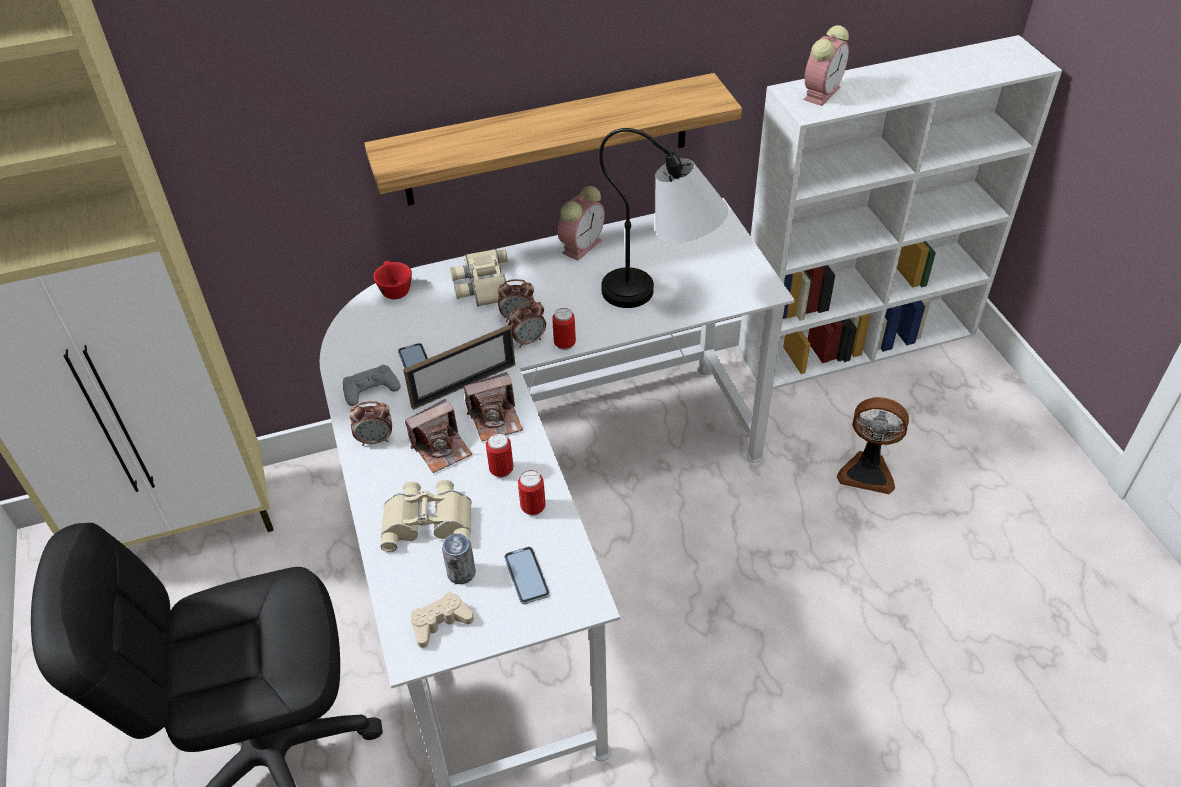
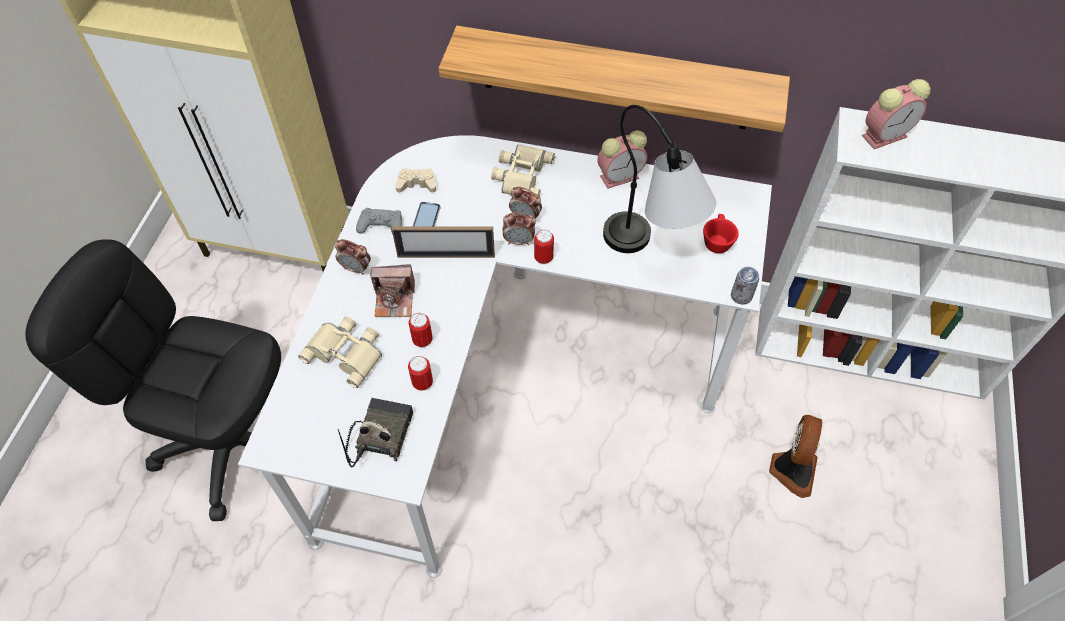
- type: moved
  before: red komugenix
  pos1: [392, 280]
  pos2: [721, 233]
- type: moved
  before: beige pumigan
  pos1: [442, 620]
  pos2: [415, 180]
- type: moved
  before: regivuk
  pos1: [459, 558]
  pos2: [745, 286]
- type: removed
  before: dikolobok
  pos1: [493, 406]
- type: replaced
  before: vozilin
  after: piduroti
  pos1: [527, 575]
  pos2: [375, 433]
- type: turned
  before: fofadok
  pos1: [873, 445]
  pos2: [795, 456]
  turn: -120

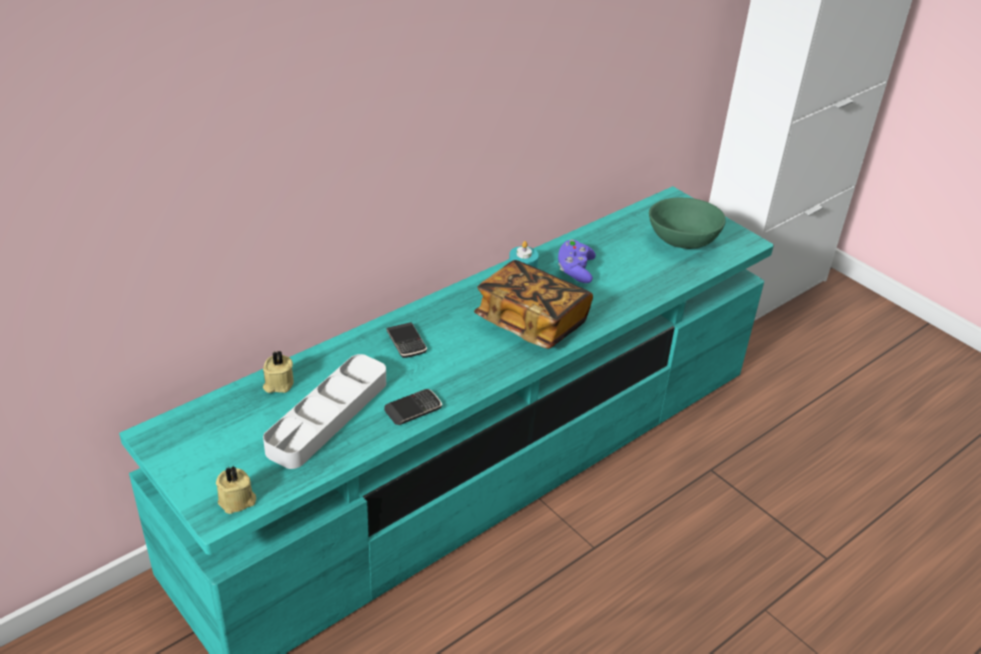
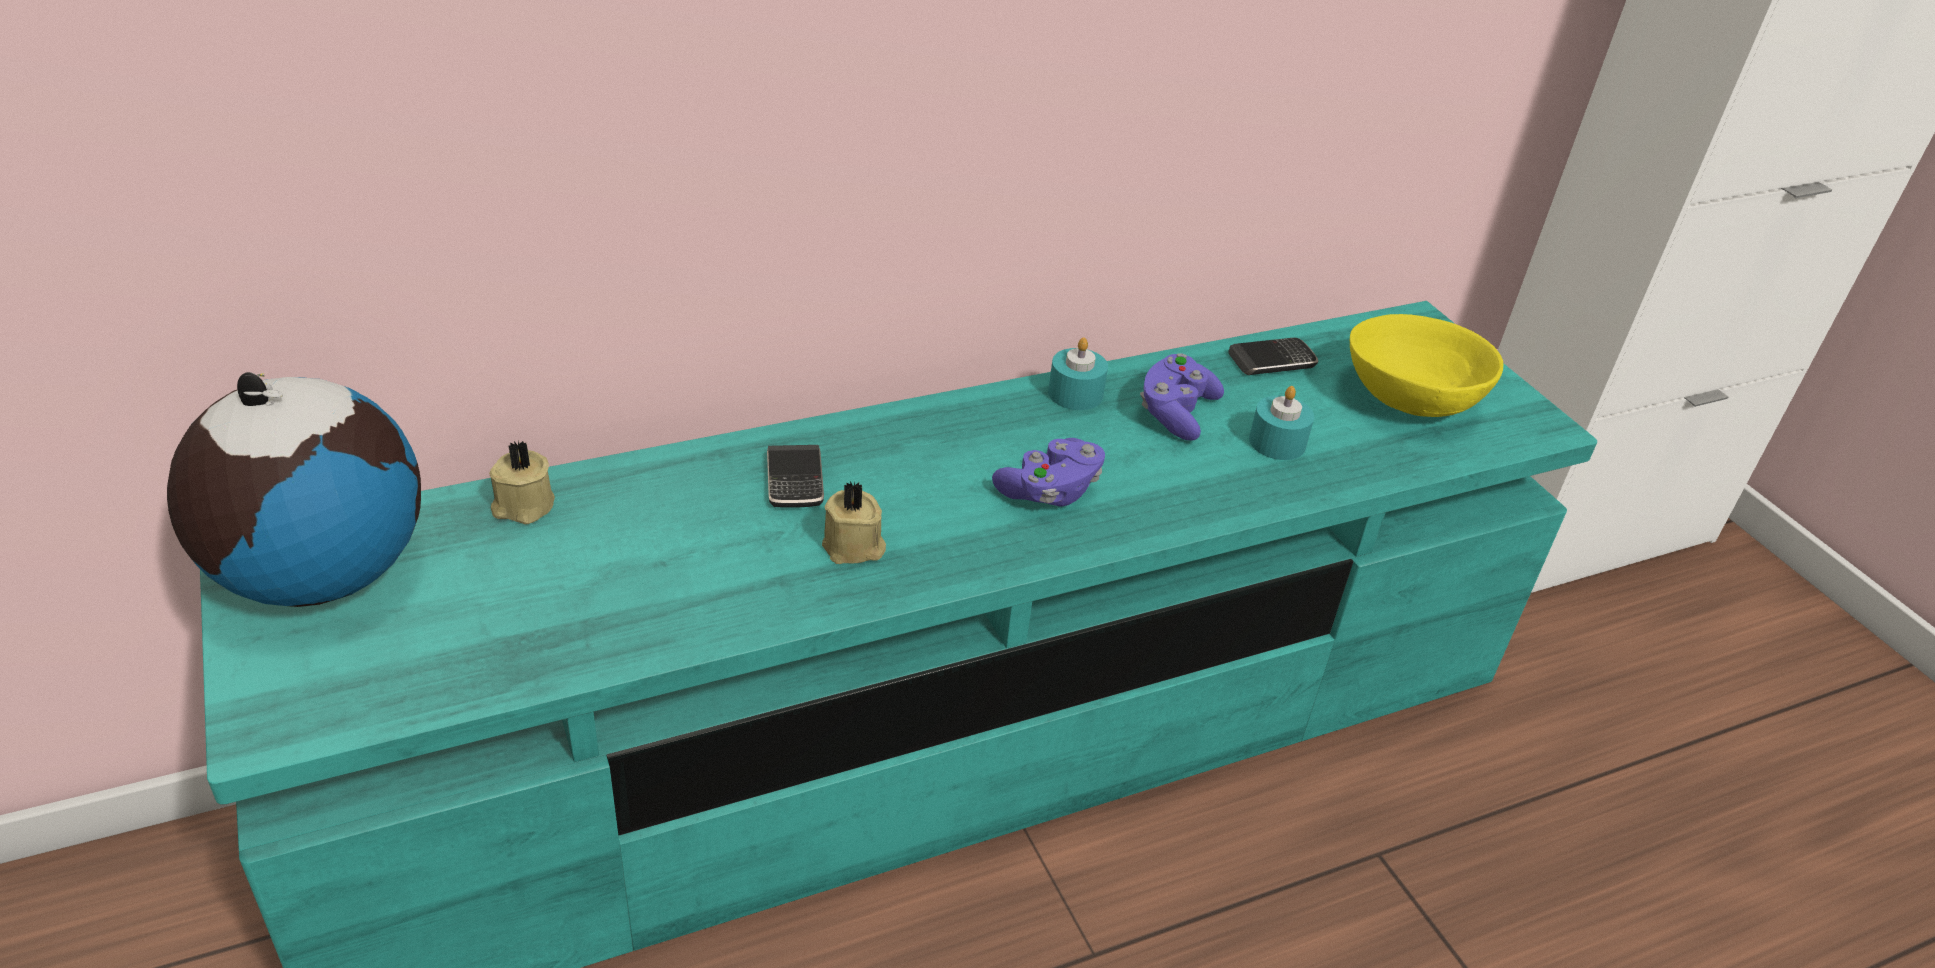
- type: moved
  before: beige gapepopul
  pos1: [236, 490]
  pos2: [854, 522]
- type: removed
  before: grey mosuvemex
  pos1: [324, 411]
- type: moved
  before: vozilin
  pos1: [413, 407]
  pos2: [1273, 356]
- type: replaced
  before: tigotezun
  after: purple pumigan
  pos1: [533, 304]
  pos2: [1048, 472]
- type: recoloured
  before: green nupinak
  after: yellow nupinak
  pos1: [687, 223]
  pos2: [1426, 365]
- type: added
  after: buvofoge
  pos2: [294, 489]
- type: added
  after: turquoise gapepopul
  pos2: [1281, 423]

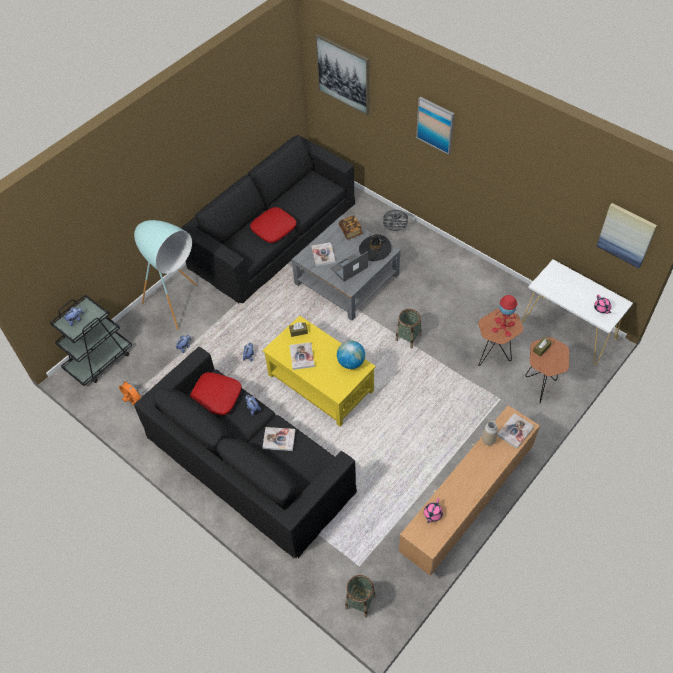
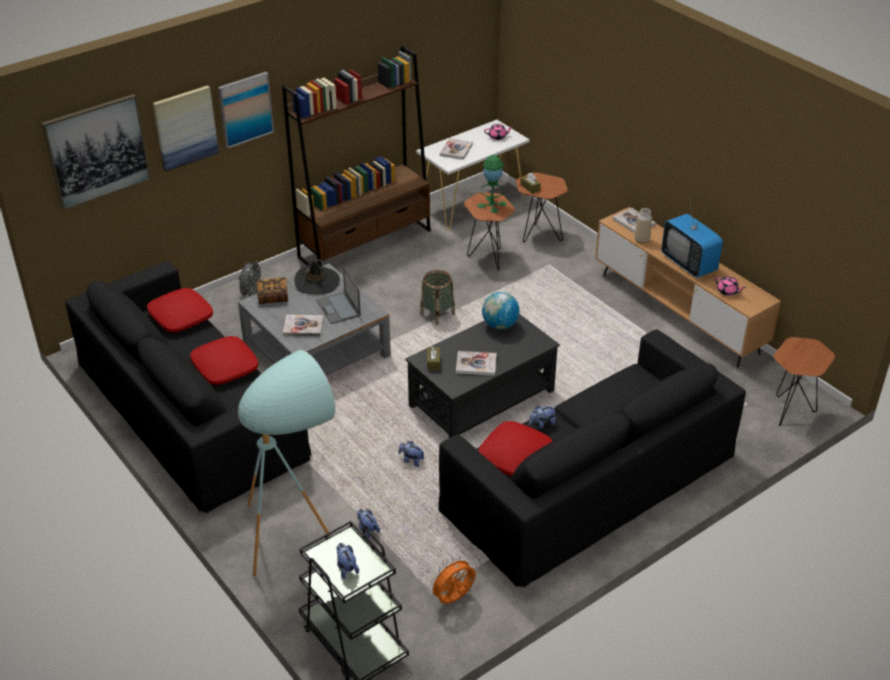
- type: moved
  before: tigotezun
  pos1: [279, 439]
  pos2: [456, 149]
- type: recoloured
  before: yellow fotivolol
  after: black fotivolol
  pos1: [319, 371]
  pos2: [482, 376]
- type: replaced
  before: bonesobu
  after: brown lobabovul
  pos1: [360, 596]
  pos2: [804, 381]
- type: recoloured
  before: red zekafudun
  after: green zekafudun
  pos1: [504, 316]
  pos2: [492, 184]
- type: moved
  before: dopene
  pos1: [627, 235]
  pos2: [186, 128]
- type: added
  after: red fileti
  pos2: [180, 310]
- type: added
  after: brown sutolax
  pos2: [356, 156]
- type: added
  after: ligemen
  pos2: [692, 238]

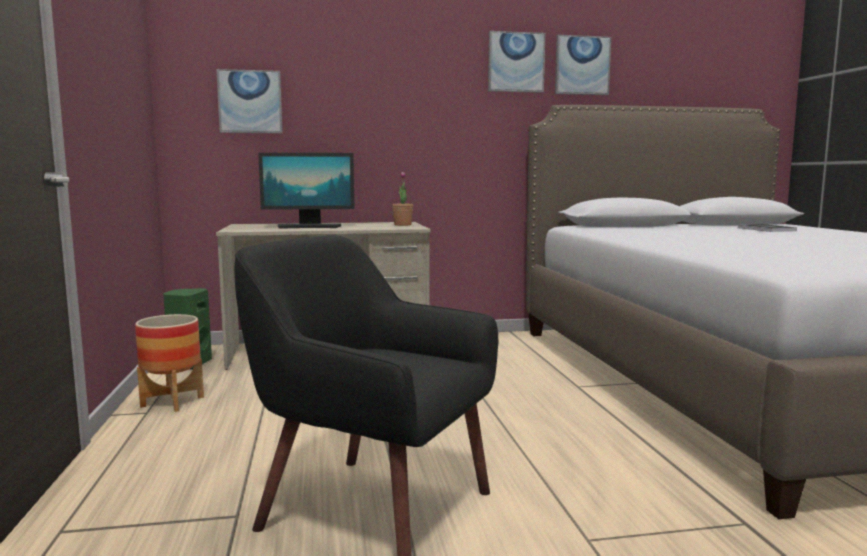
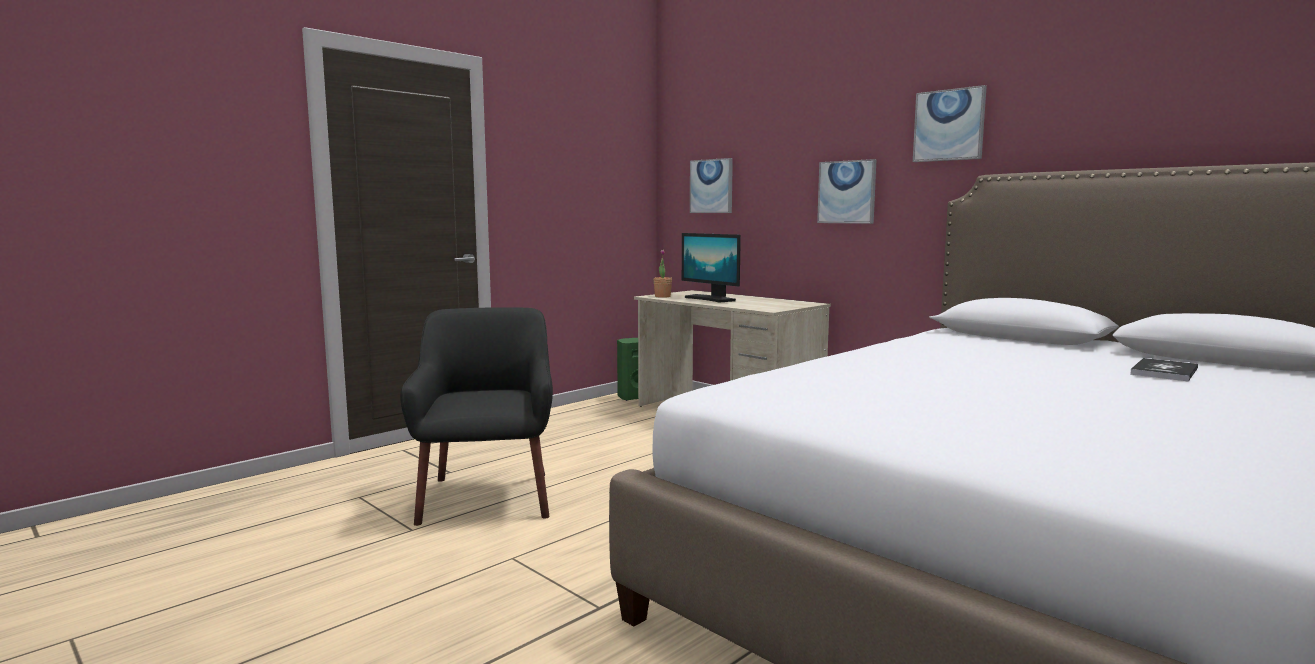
- type: removed
  before: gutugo
  pos1: [169, 363]
- type: moved
  before: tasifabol
  pos1: [402, 199]
  pos2: [662, 273]
- type: moved
  before: dopene
  pos1: [583, 65]
  pos2: [847, 191]

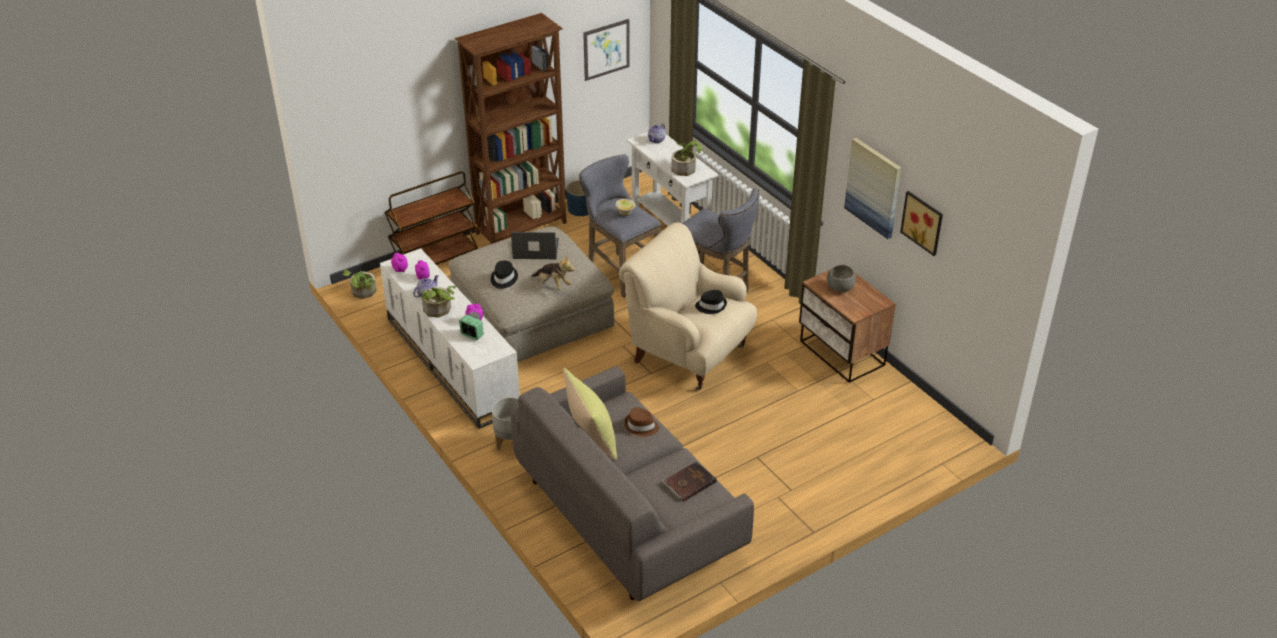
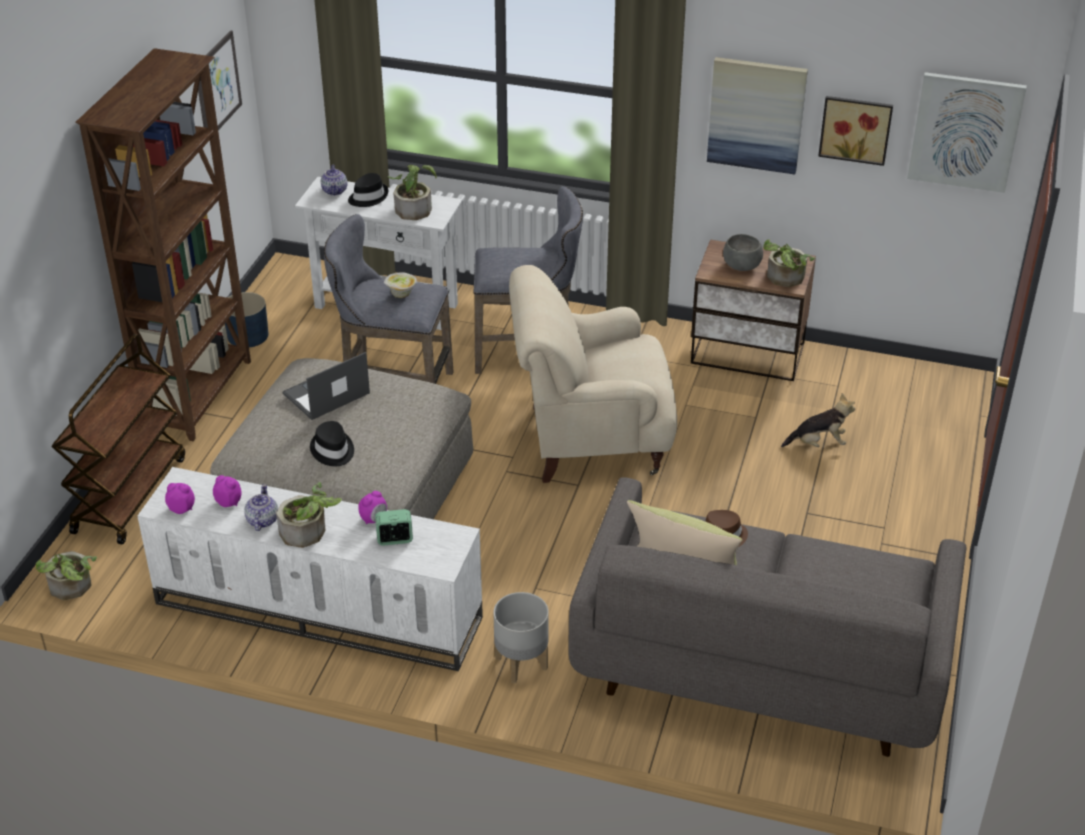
- type: moved
  before: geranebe
  pos1: [553, 272]
  pos2: [818, 420]
- type: removed
  before: brown tigotezun
  pos1: [689, 482]
- type: moved
  before: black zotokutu
  pos1: [711, 302]
  pos2: [368, 190]
- type: added
  after: tasifabol
  pos2: [789, 263]
- type: added
  after: dopene
  pos2: [967, 132]

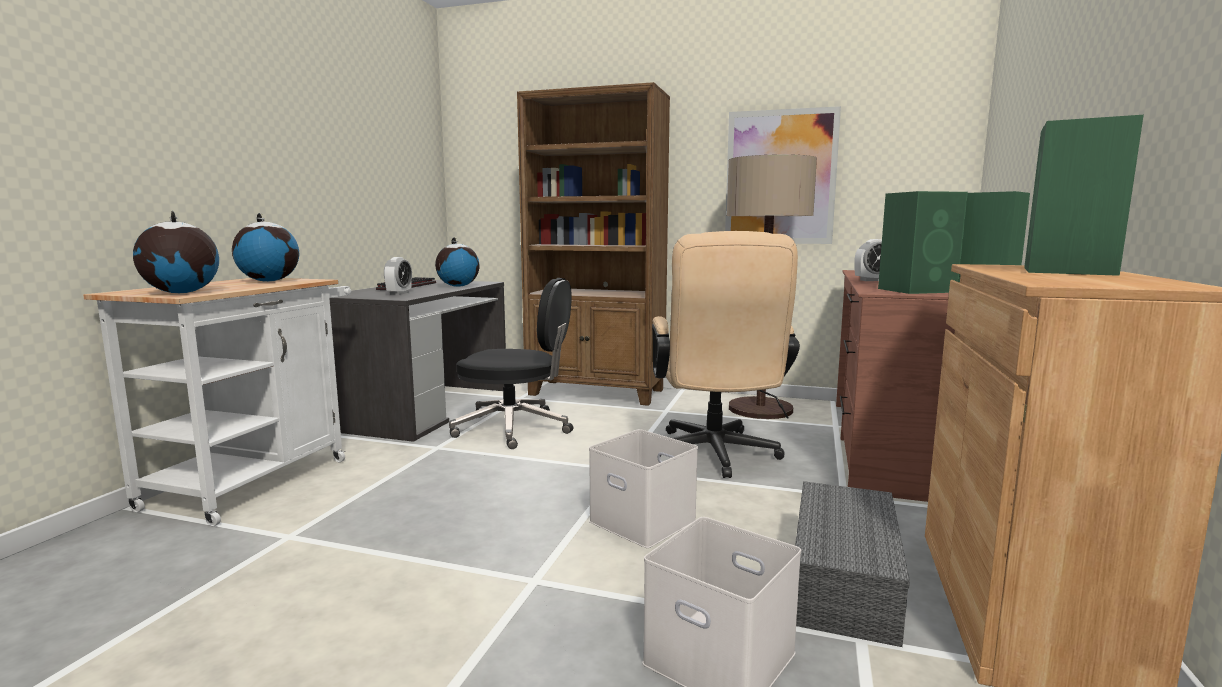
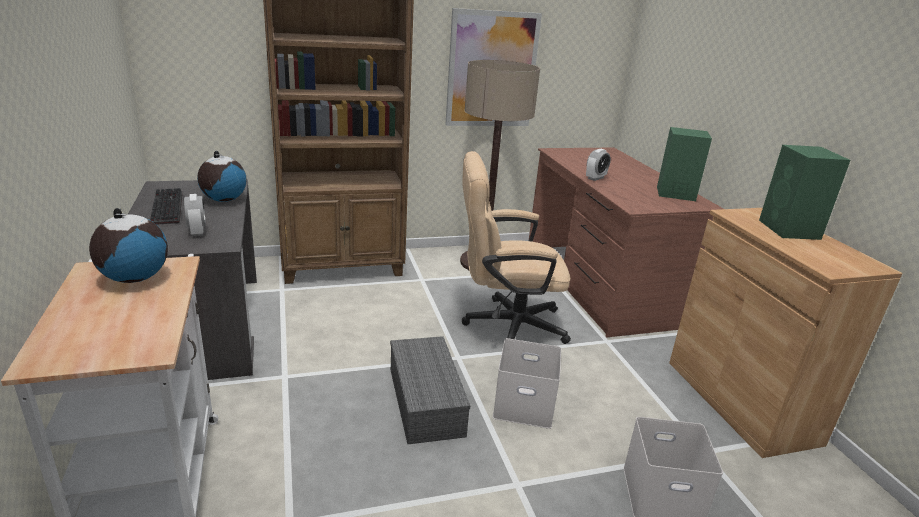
- type: removed
  before: buvofoge
  pos1: [176, 252]
- type: removed
  before: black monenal
  pos1: [511, 363]
- type: turned
  before: beige monenal
  pos1: [726, 354]
  pos2: [516, 247]
  turn: 120
- type: moved
  before: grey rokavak
  pos1: [852, 564]
  pos2: [430, 390]
- type: removed
  before: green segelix
  pos1: [923, 242]

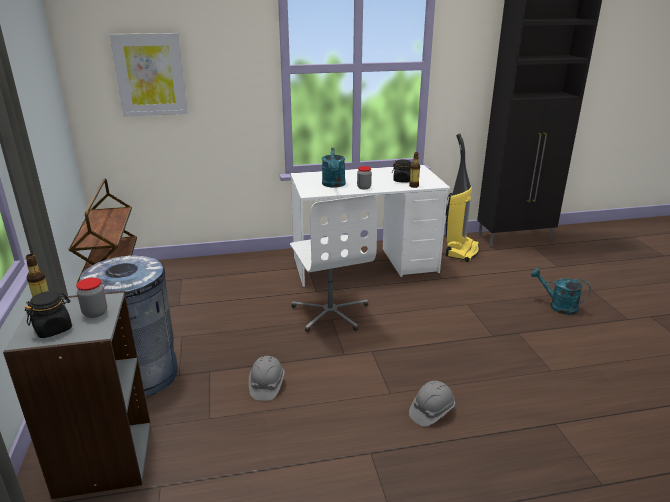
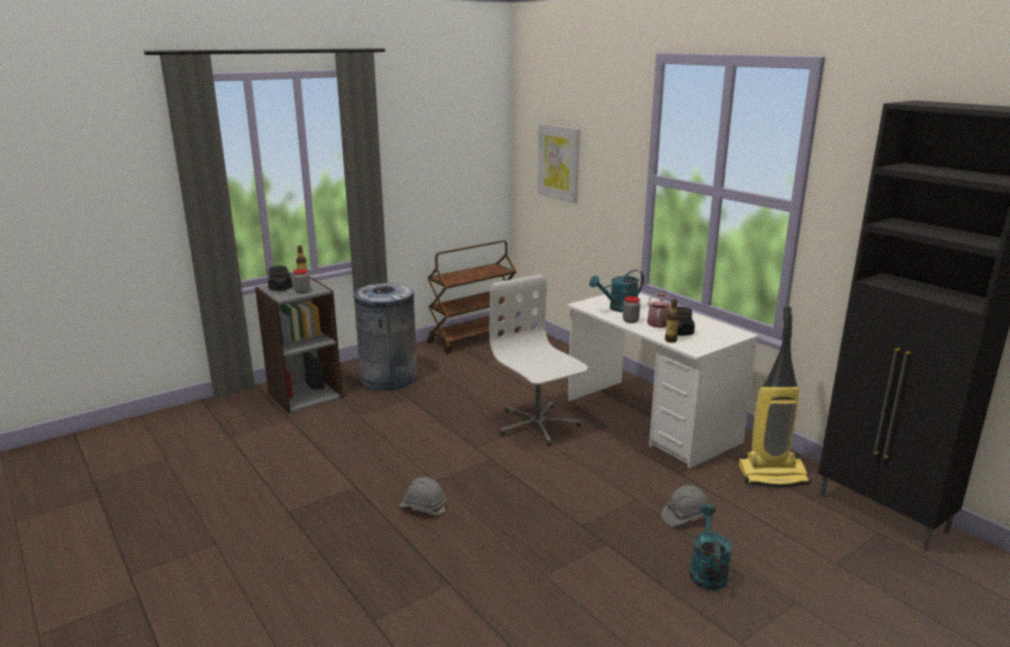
- type: moved
  before: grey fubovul
  pos1: [267, 378]
  pos2: [685, 505]
- type: turned
  before: white monenal
  pos1: [333, 263]
  pos2: [538, 360]
  turn: 105
- type: added
  after: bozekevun
  pos2: [659, 309]

